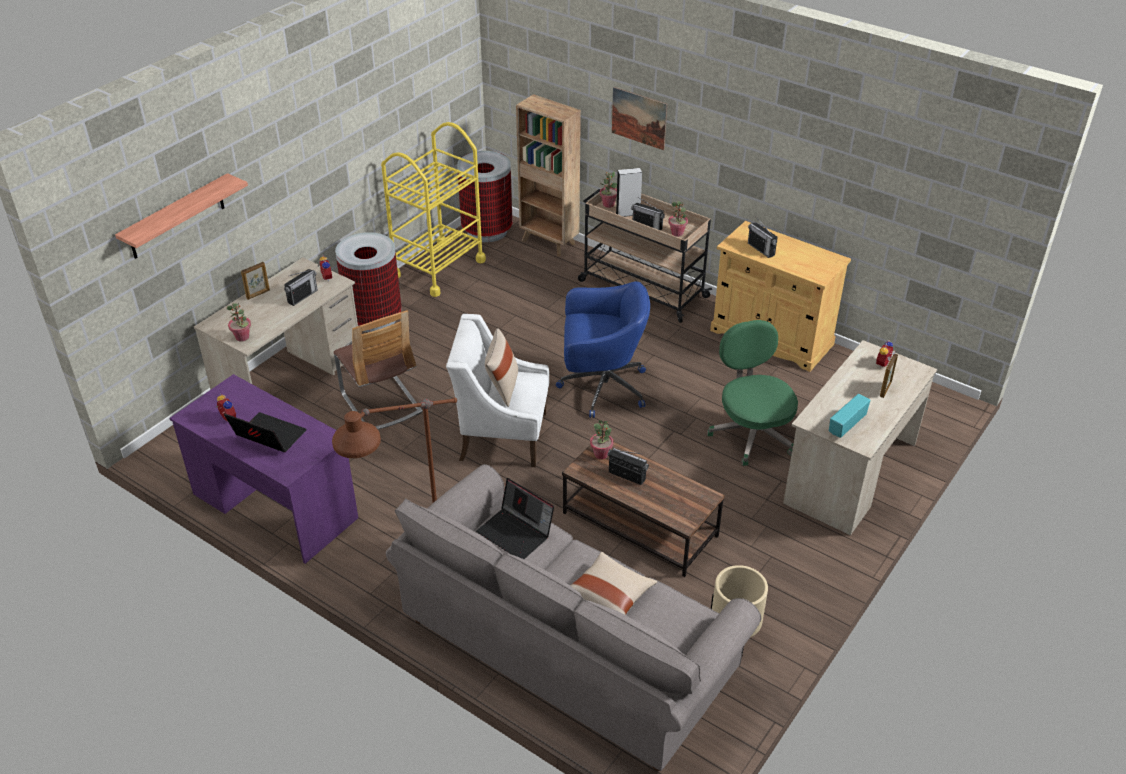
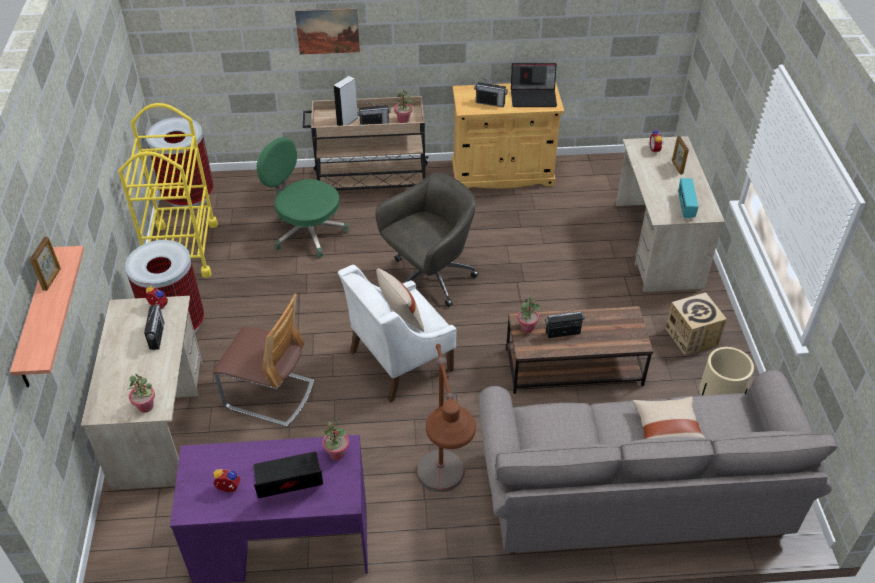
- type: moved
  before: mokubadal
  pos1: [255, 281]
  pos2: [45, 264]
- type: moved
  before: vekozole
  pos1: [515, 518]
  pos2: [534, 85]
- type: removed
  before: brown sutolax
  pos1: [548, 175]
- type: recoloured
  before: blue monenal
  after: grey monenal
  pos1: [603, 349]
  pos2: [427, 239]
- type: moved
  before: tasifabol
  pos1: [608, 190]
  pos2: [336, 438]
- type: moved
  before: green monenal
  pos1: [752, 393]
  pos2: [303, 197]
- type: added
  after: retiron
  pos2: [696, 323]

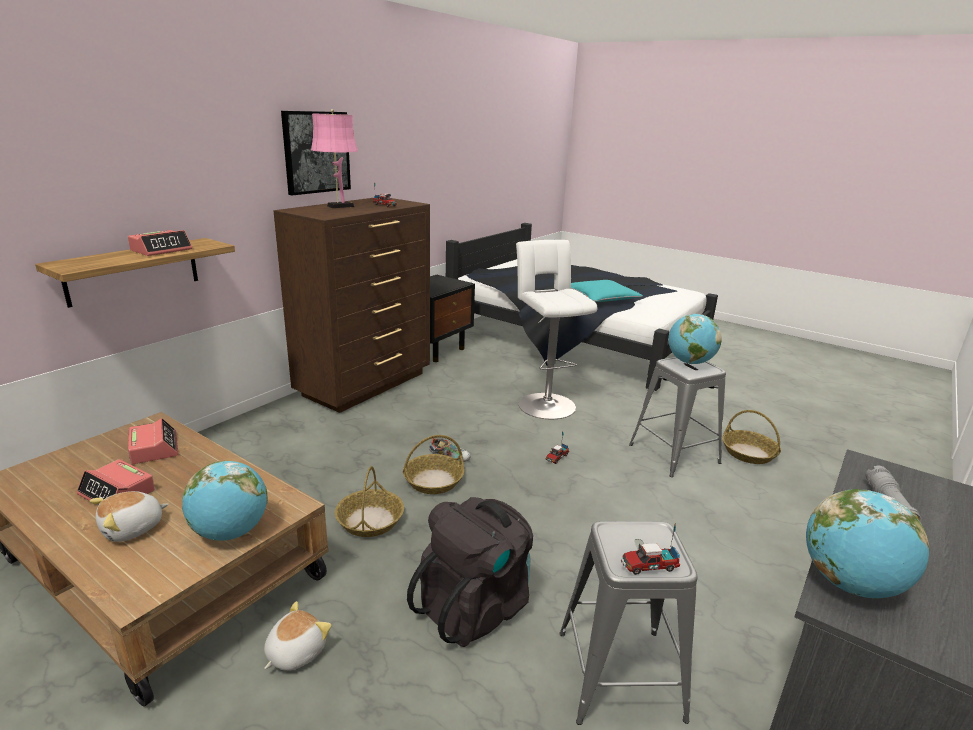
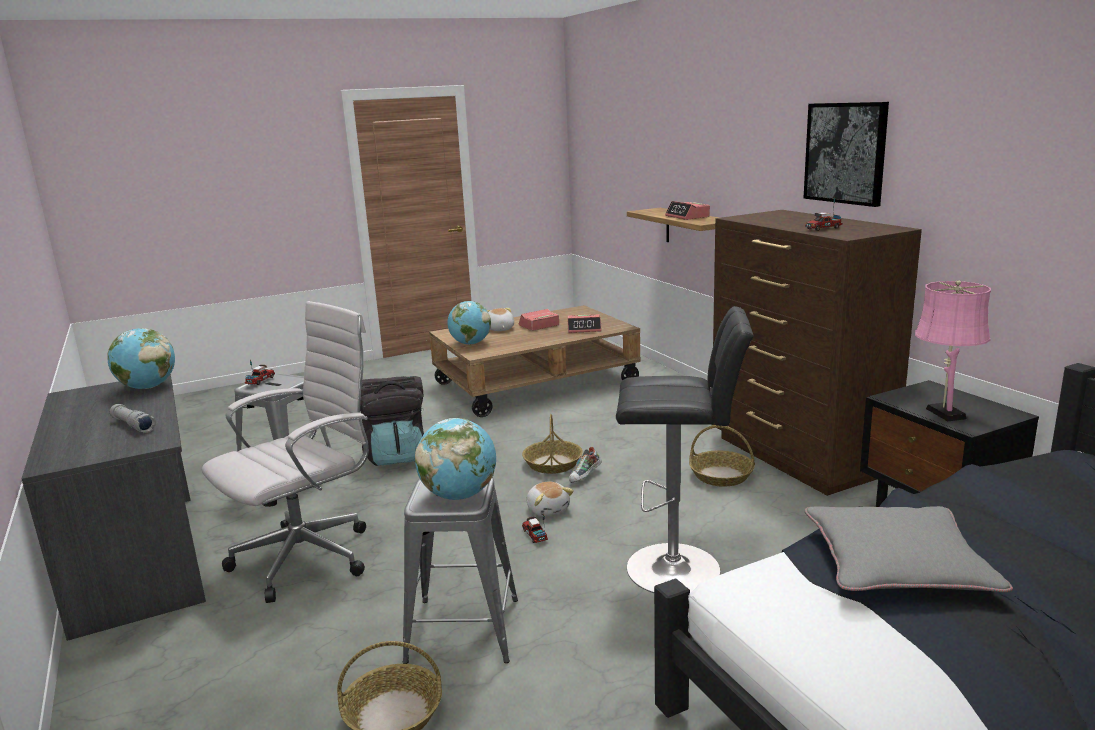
- type: moved
  before: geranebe
  pos1: [298, 636]
  pos2: [550, 499]
- type: moved
  before: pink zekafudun
  pos1: [334, 158]
  pos2: [953, 350]
- type: moved
  before: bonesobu
  pos1: [369, 501]
  pos2: [722, 456]
- type: recoloured
  before: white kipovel
  after: black kipovel
  pos1: [557, 329]
  pos2: [685, 449]
- type: recoloured
  before: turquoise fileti
  after: grey fileti
  pos1: [607, 291]
  pos2: [909, 549]
- type: added
  after: white monenal
  pos2: [285, 452]

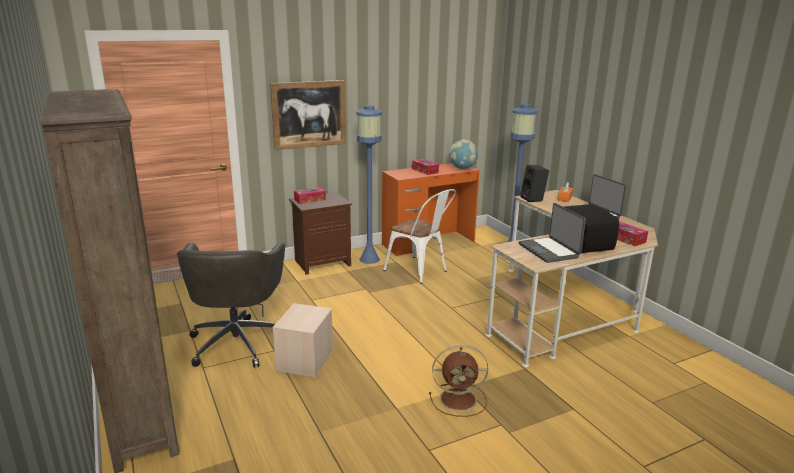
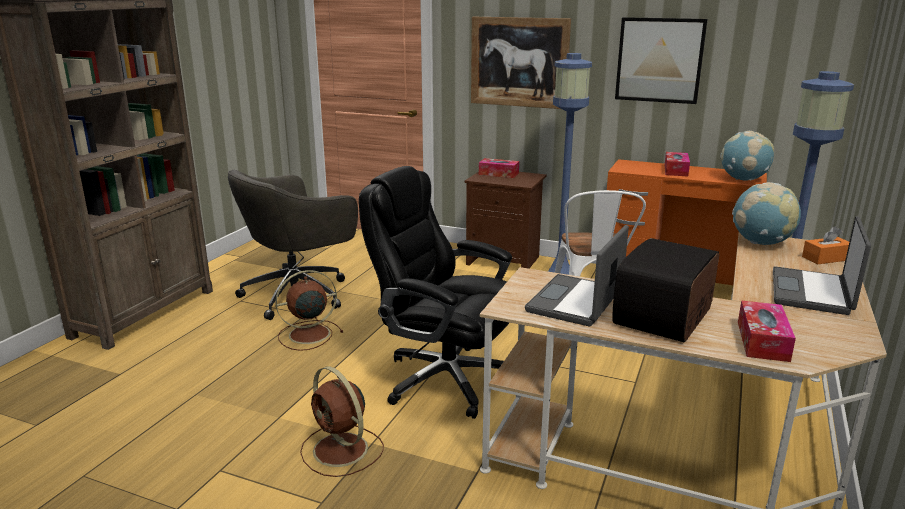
- type: replaced
  before: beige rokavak
  after: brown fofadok
  pos1: [303, 340]
  pos2: [309, 310]
- type: replaced
  before: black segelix
  after: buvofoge
  pos1: [534, 183]
  pos2: [766, 213]
- type: added
  after: black monenal
  pos2: [435, 292]
- type: added
  after: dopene
  pos2: [661, 60]

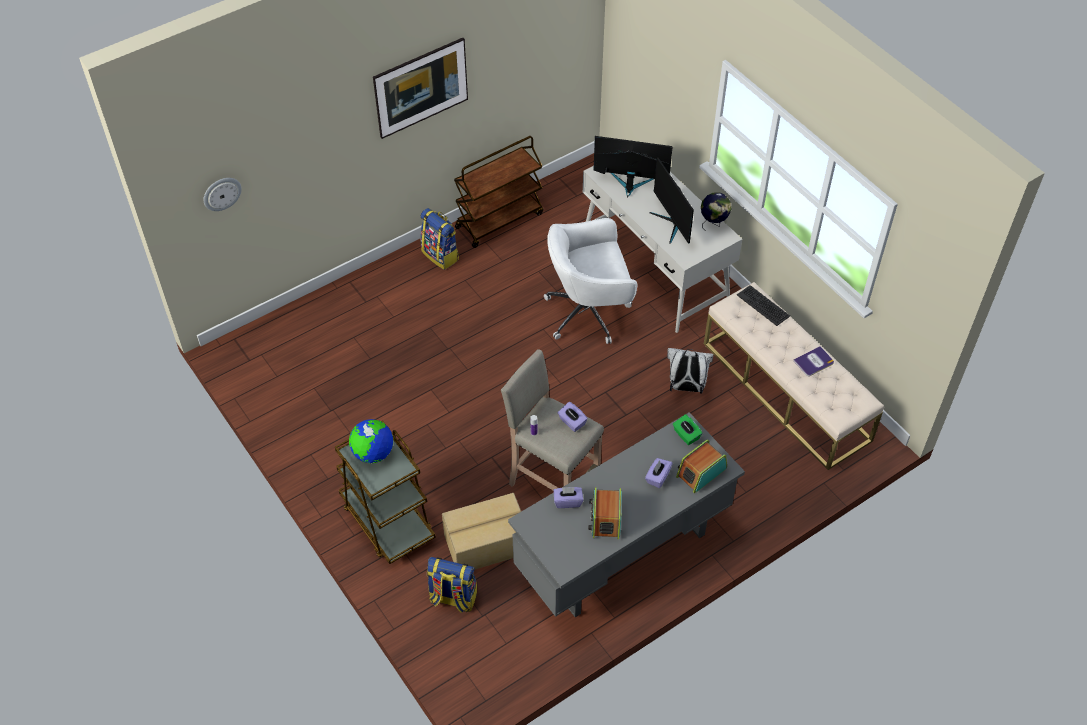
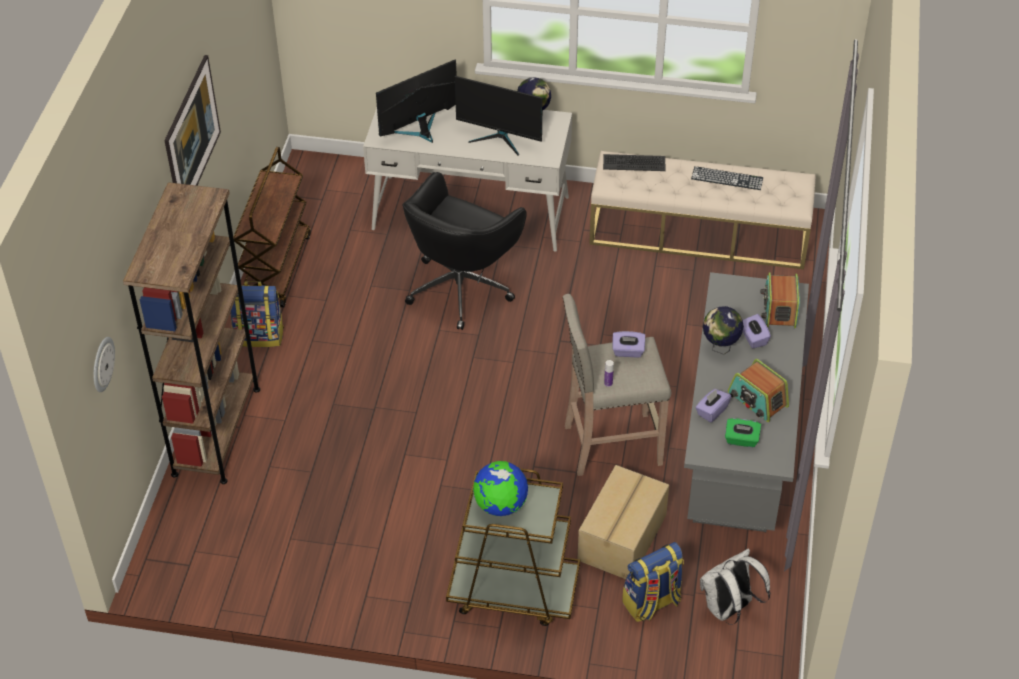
- type: recoloured
  before: white monenal
  after: black monenal
  pos1: [590, 281]
  pos2: [464, 251]
- type: moved
  before: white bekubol
  pos1: [690, 370]
  pos2: [735, 587]
- type: moved
  before: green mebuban
  pos1: [688, 429]
  pos2: [743, 432]
- type: replaced
  before: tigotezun
  after: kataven
  pos1: [813, 361]
  pos2: [727, 178]
- type: added
  after: brown sutolax
  pos2: [191, 333]
- type: added
  after: buvofoge
  pos2: [723, 330]

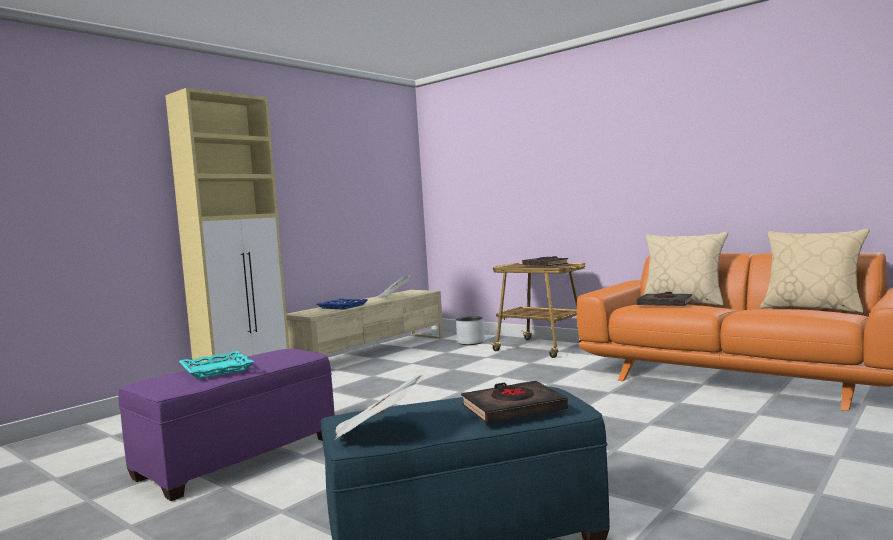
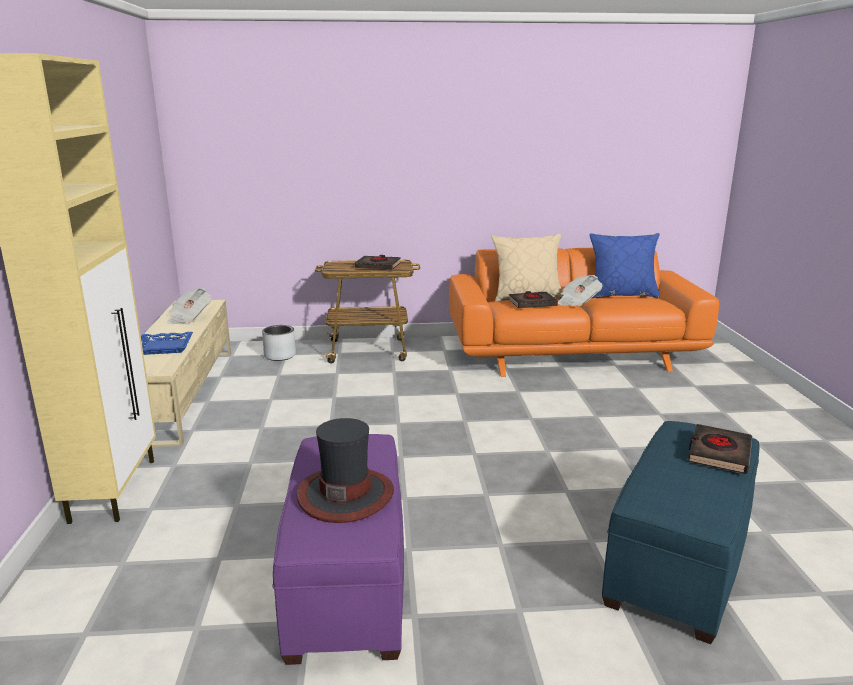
- type: replaced
  before: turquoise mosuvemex
  after: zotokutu
  pos1: [216, 365]
  pos2: [345, 470]
- type: moved
  before: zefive
  pos1: [380, 407]
  pos2: [580, 290]
- type: recoloured
  before: beige fileti
  after: blue fileti
  pos1: [815, 271]
  pos2: [625, 265]

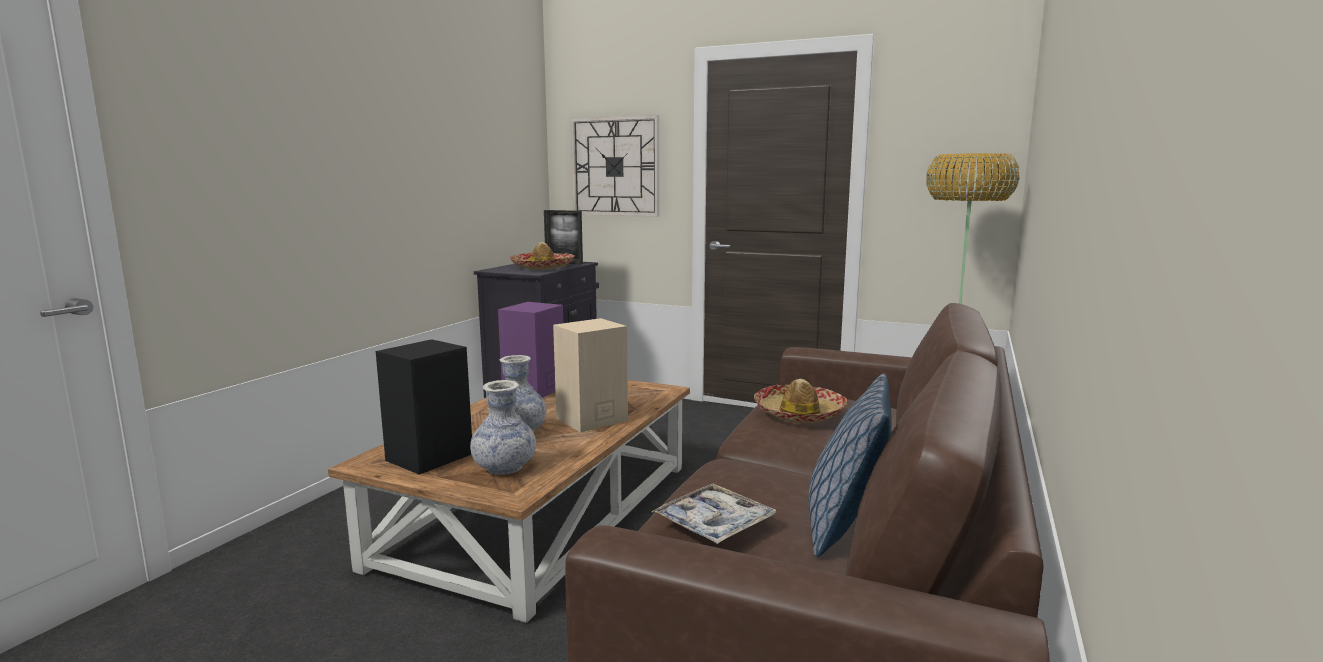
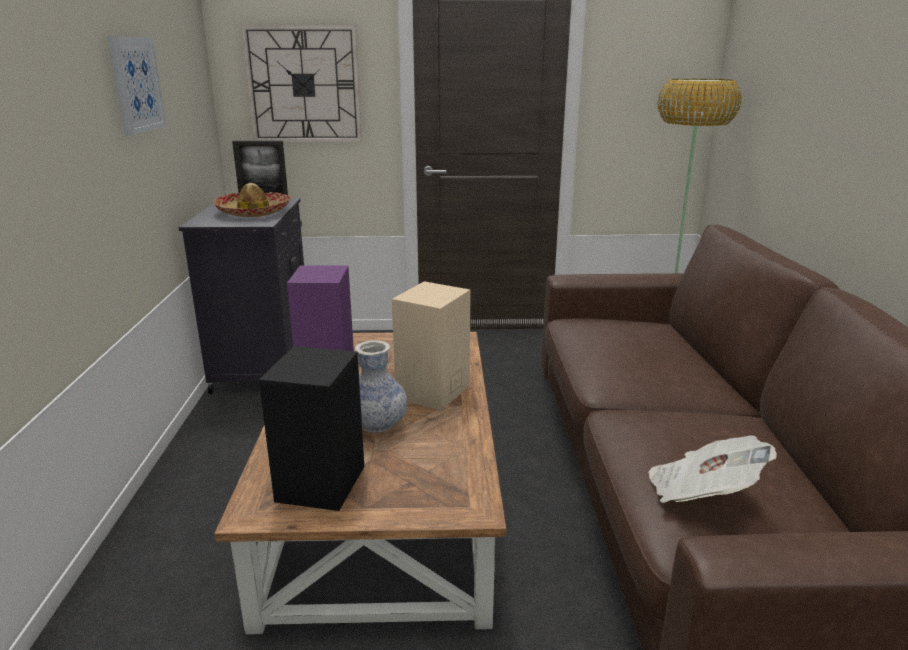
- type: removed
  before: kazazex
  pos1: [503, 427]
- type: replaced
  before: mosuvemex
  after: zefive
  pos1: [713, 513]
  pos2: [712, 469]
- type: removed
  before: zotokutu
  pos1: [800, 401]
- type: removed
  before: fileti
  pos1: [850, 465]
- type: added
  after: dopene
  pos2: [136, 85]

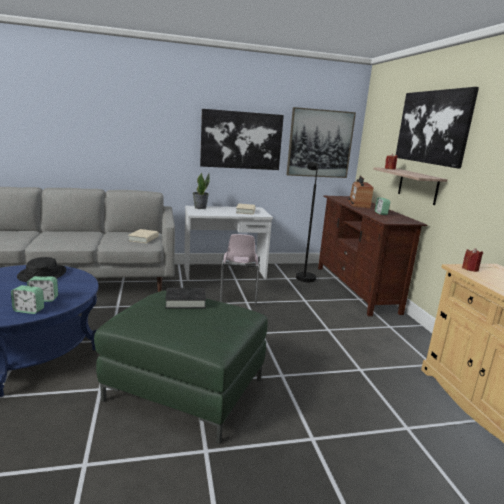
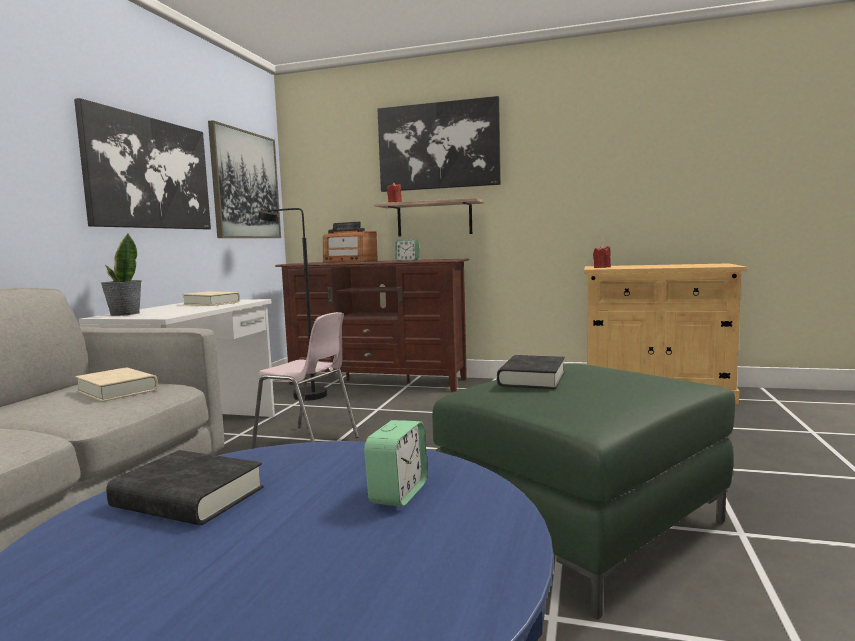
- type: removed
  before: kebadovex
  pos1: [27, 299]
- type: replaced
  before: black zotokutu
  after: black tigotezun
  pos1: [41, 269]
  pos2: [185, 487]

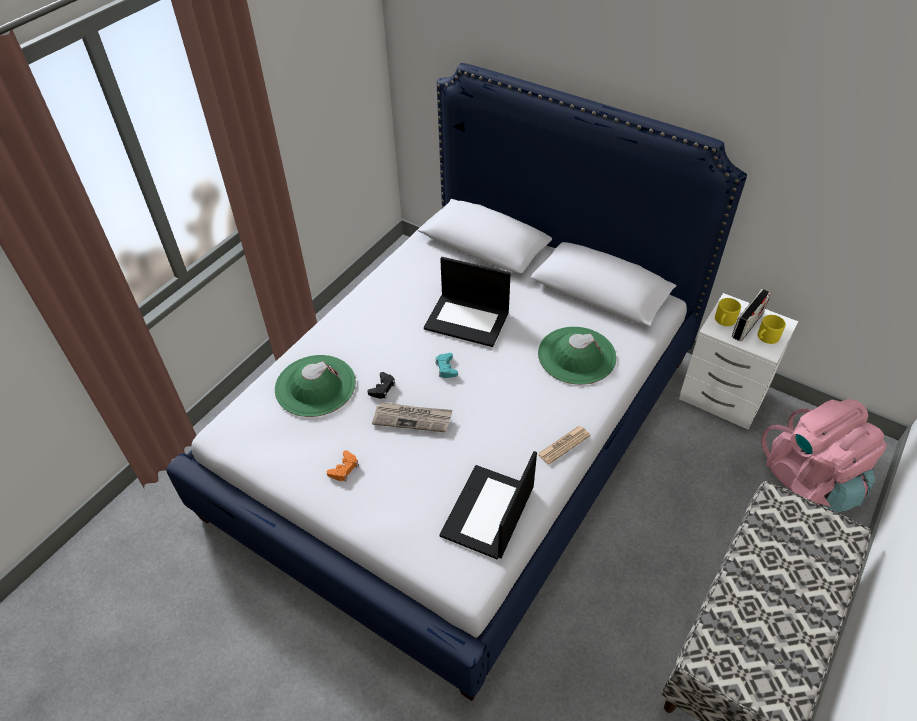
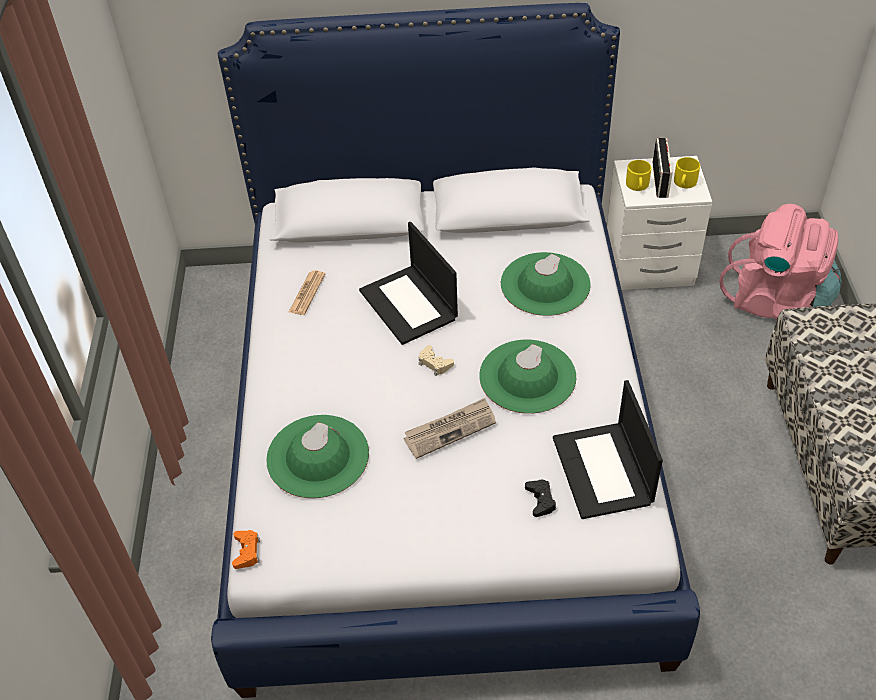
- type: moved
  before: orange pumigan
  pos1: [343, 465]
  pos2: [246, 549]
- type: moved
  before: black pumigan
  pos1: [382, 385]
  pos2: [540, 498]
- type: turned
  before: vekozole
  pos1: [467, 302]
  pos2: [408, 283]
  turn: 75
- type: recoloured
  before: turquoise pumigan
  after: beige pumigan
  pos1: [447, 365]
  pos2: [436, 360]
- type: moved
  before: zefive
  pos1: [563, 445]
  pos2: [307, 292]
- type: added
  after: green zotokutu
  pos2: [527, 377]

